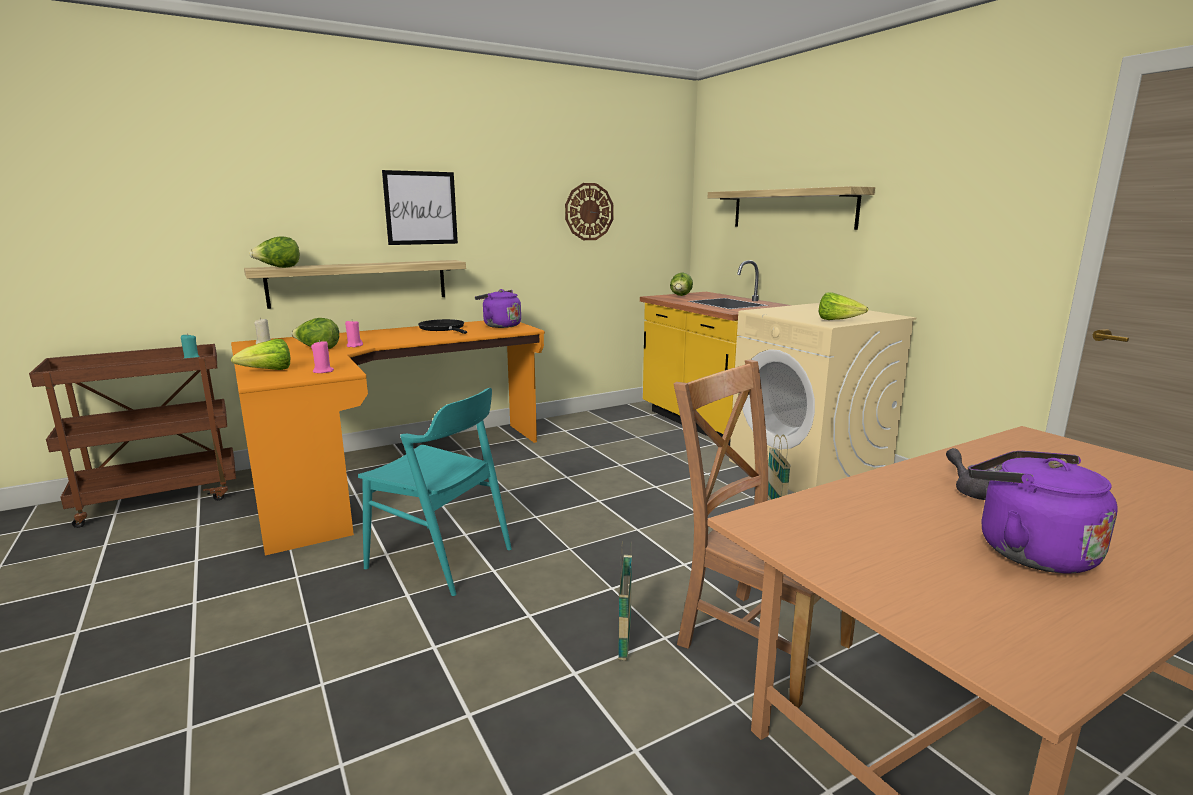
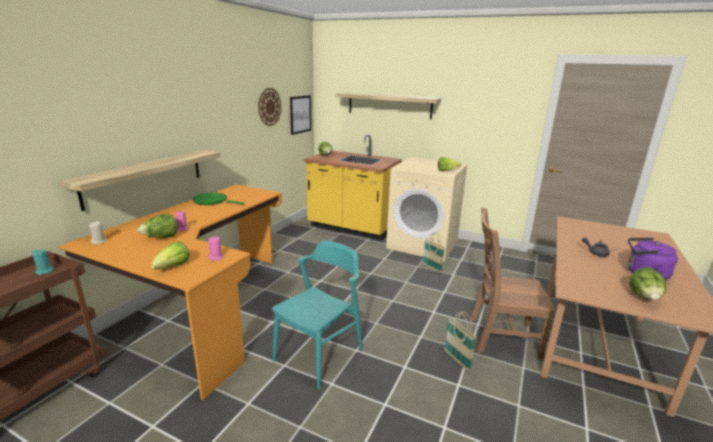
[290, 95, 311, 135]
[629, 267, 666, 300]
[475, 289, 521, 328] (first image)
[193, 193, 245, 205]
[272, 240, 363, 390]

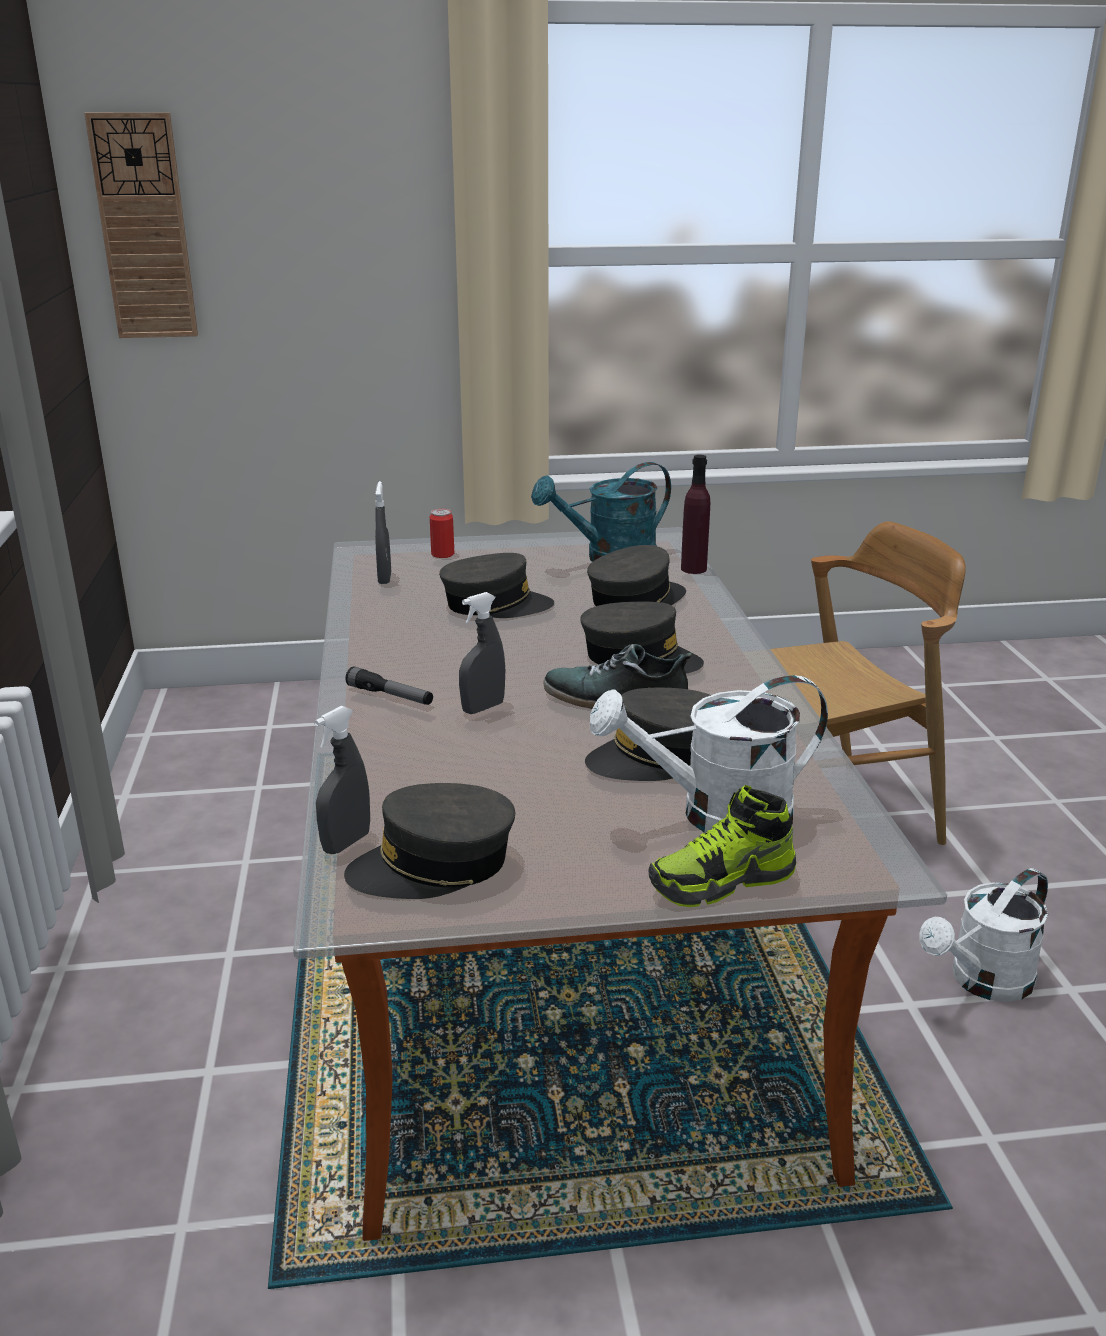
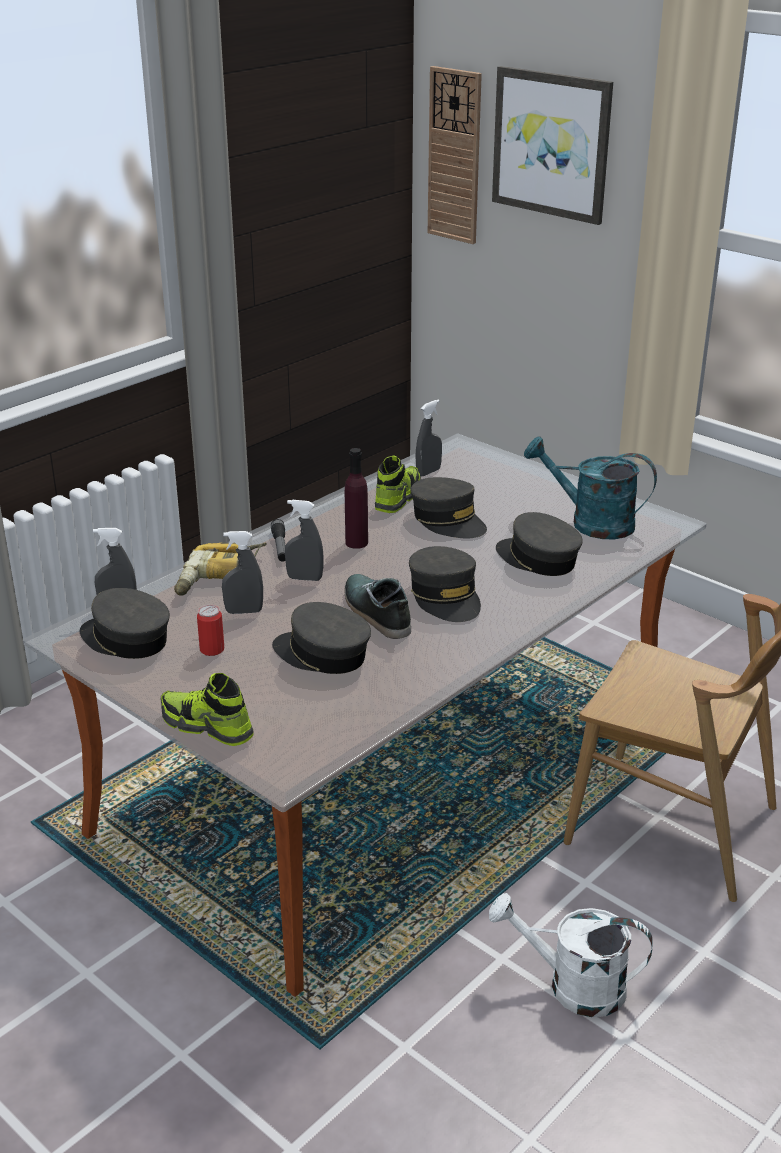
[345, 448, 368, 549]
[197, 605, 224, 656]
[496, 512, 583, 576]
[590, 675, 828, 833] (first image)
[492, 66, 613, 225]
[375, 455, 421, 513]
[222, 531, 263, 614]
[174, 542, 267, 596]

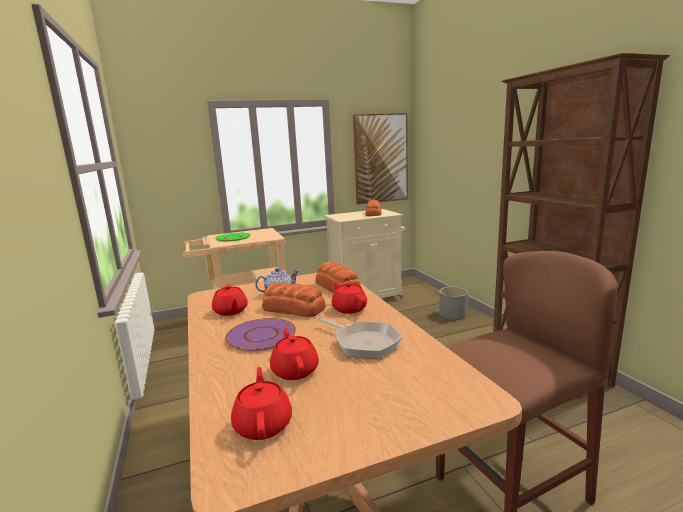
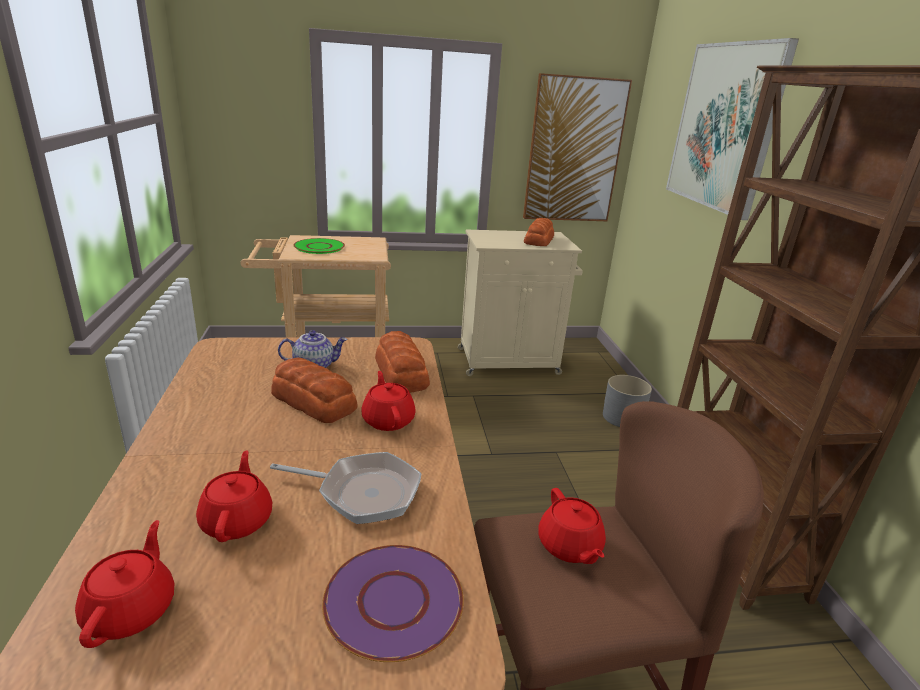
[538, 488, 606, 564]
[270, 452, 421, 524]
[322, 545, 464, 662]
[666, 38, 799, 220]

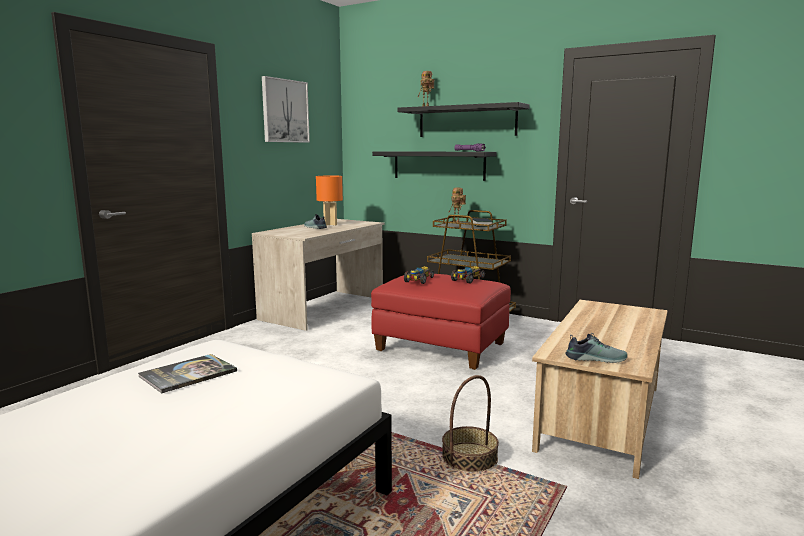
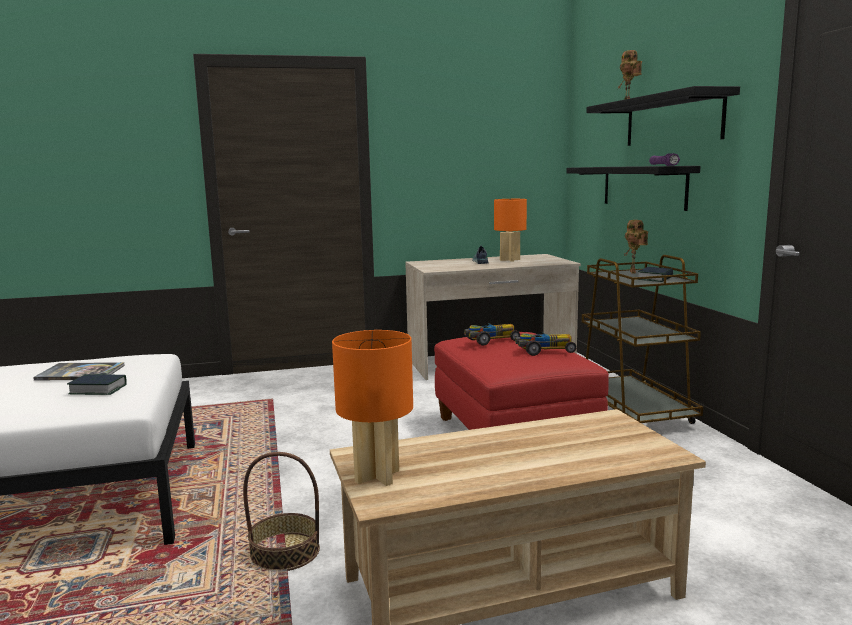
[262, 76, 310, 143] (first image)
[332, 330, 413, 486]
[67, 374, 127, 395]

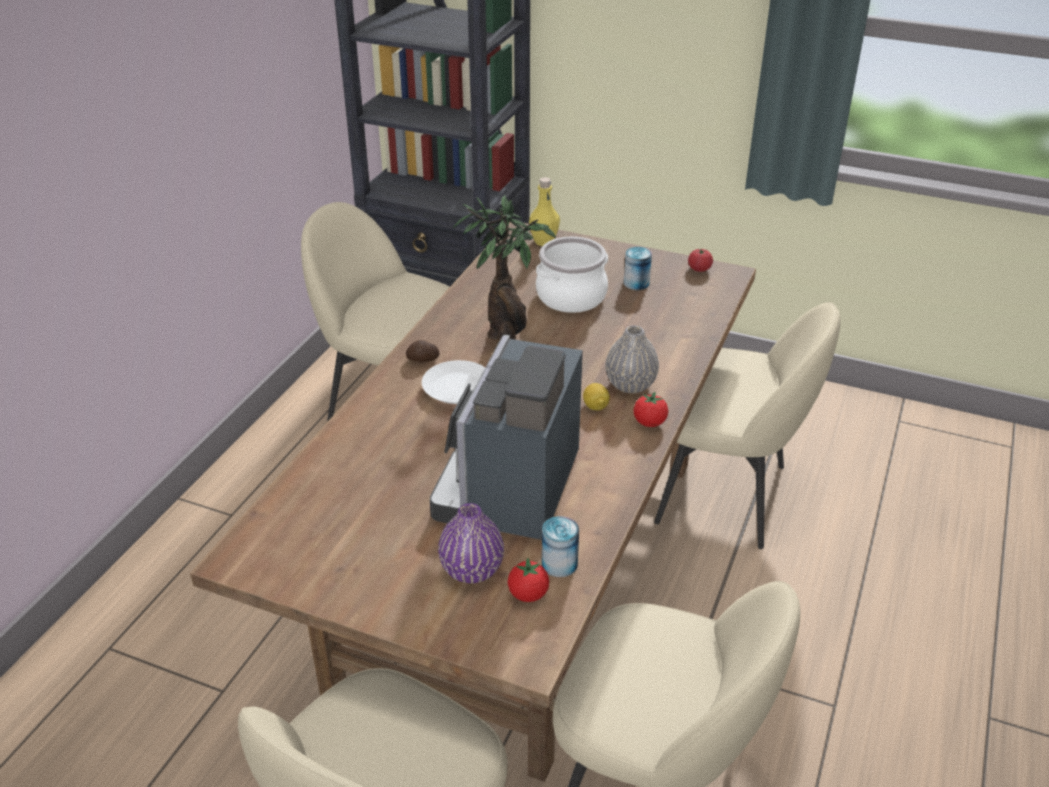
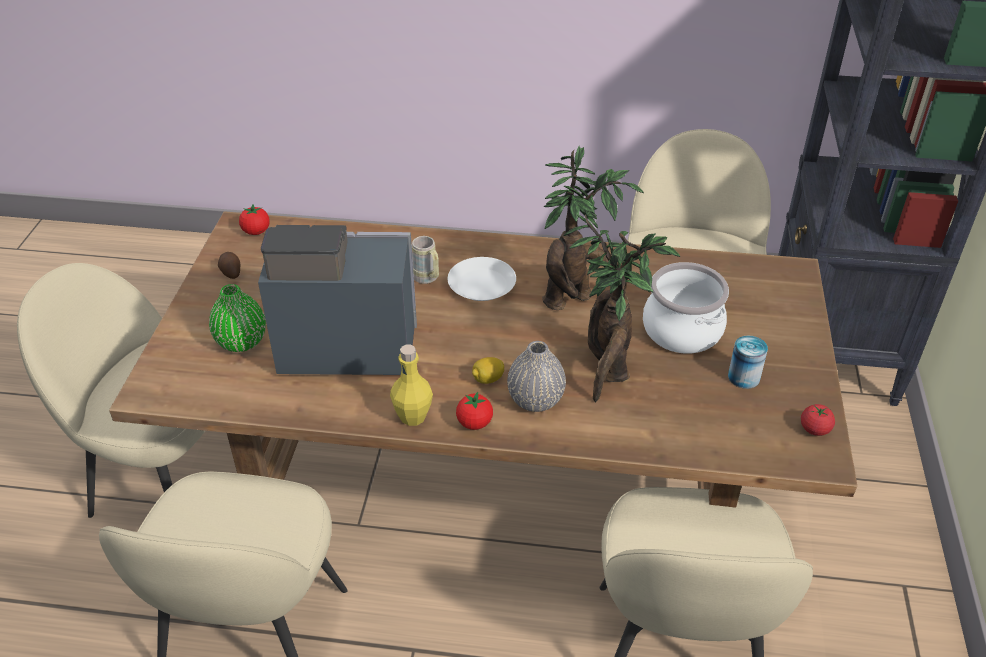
[390, 345, 433, 426]
[218, 252, 240, 279]
[209, 284, 266, 352]
[542, 516, 579, 577] (first image)
[239, 204, 270, 235]
[563, 215, 680, 402]
[412, 236, 439, 284]

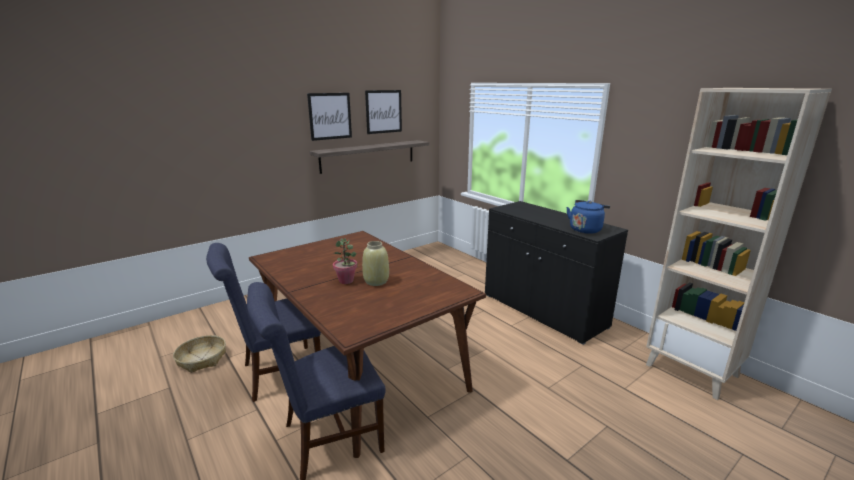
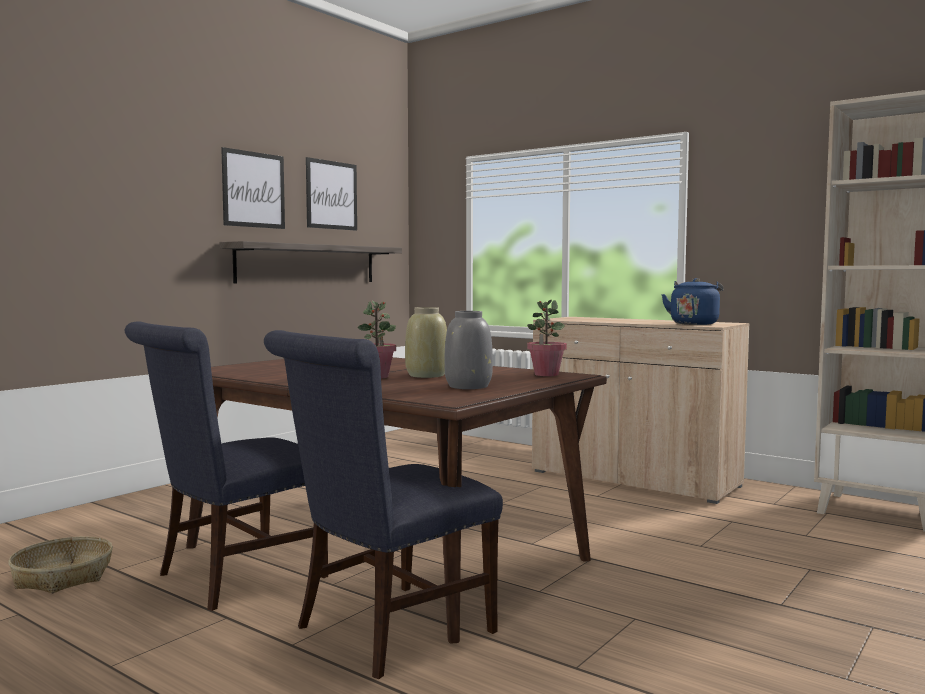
[532, 317, 750, 504]
[527, 300, 567, 376]
[444, 311, 493, 389]

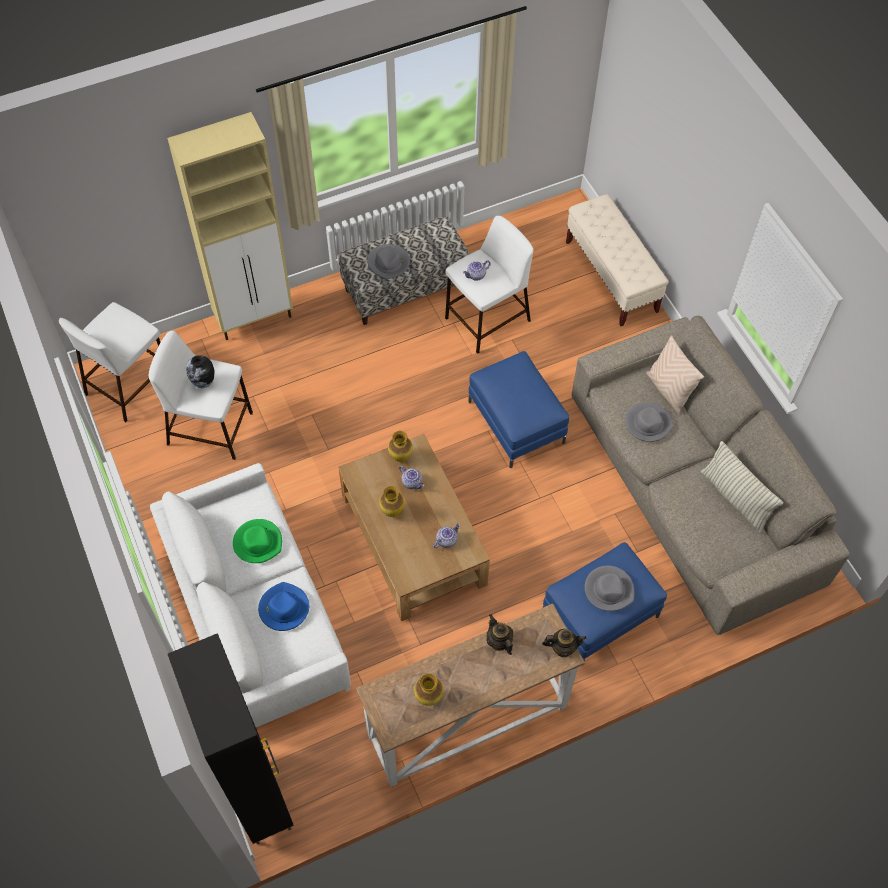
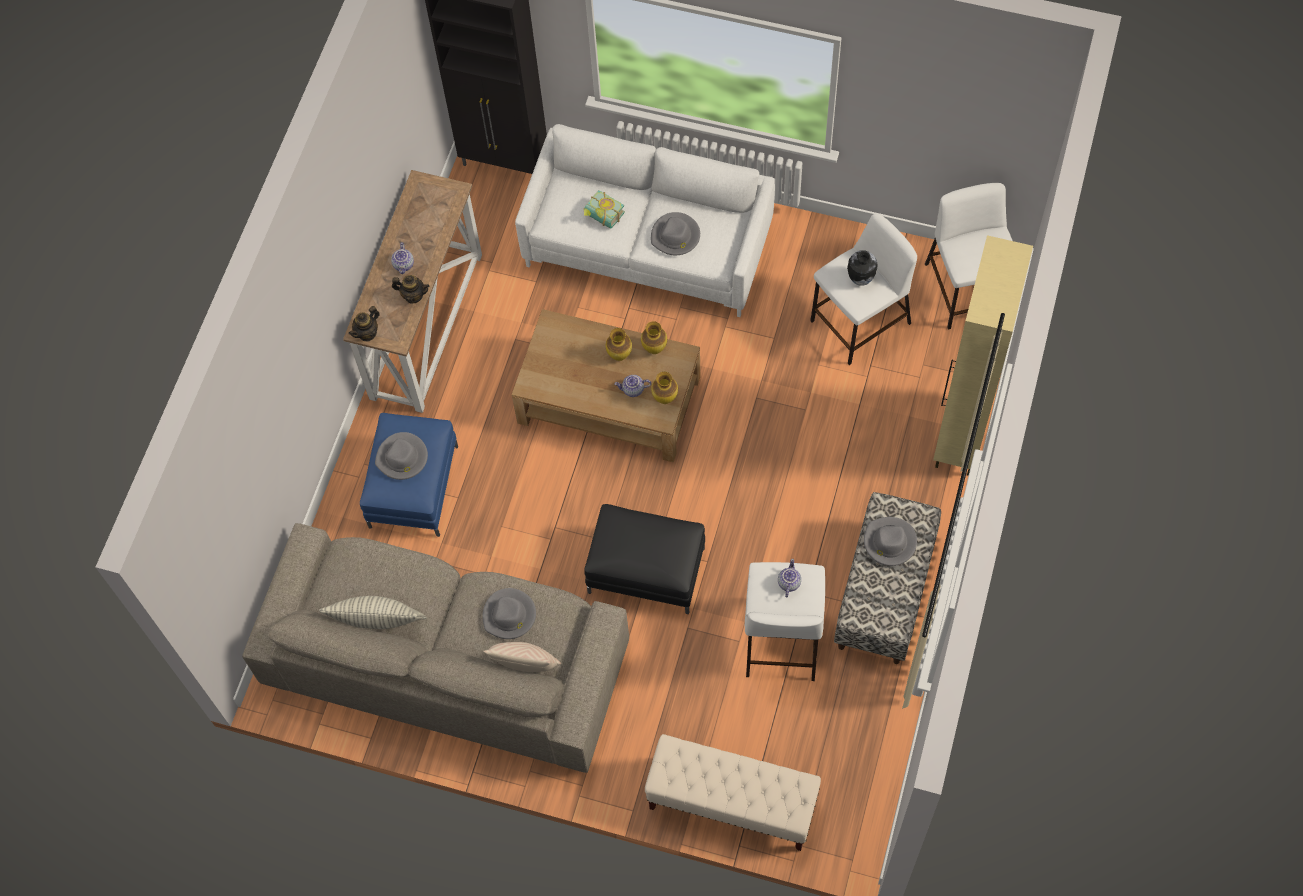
[584, 504, 705, 614]
[651, 212, 700, 255]
[391, 242, 414, 274]
[584, 190, 625, 229]
[641, 321, 667, 354]

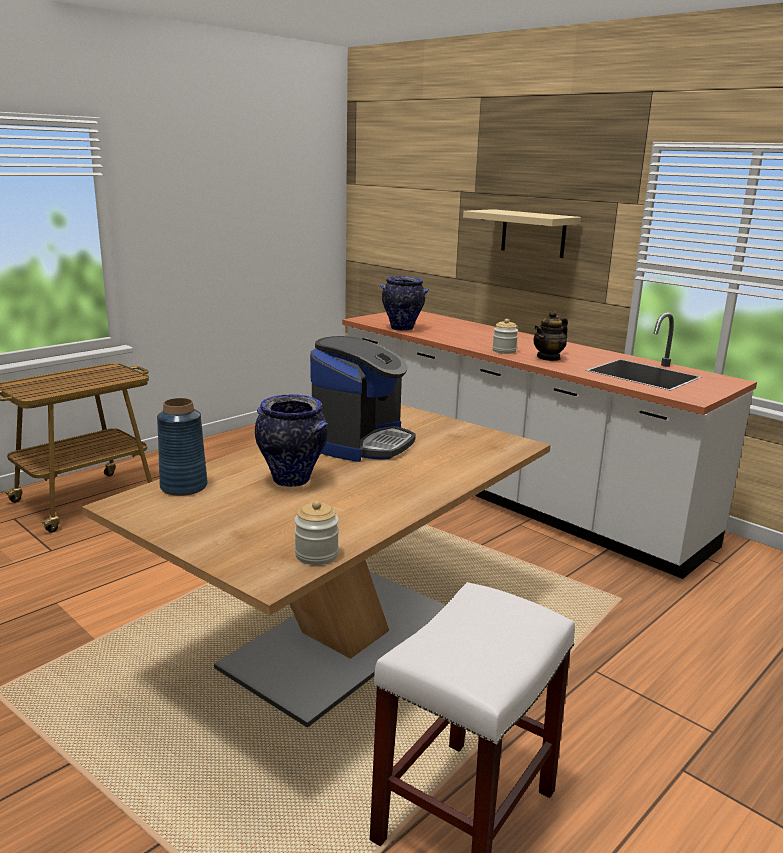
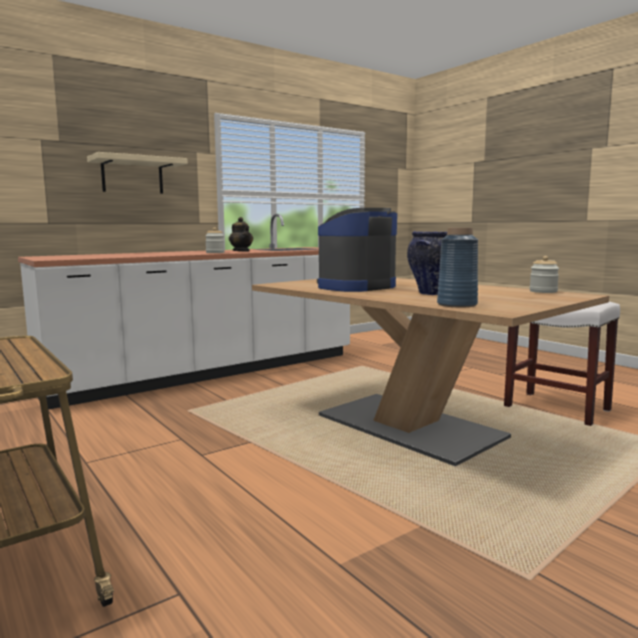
[380, 276, 429, 331] (first image)
[317, 208, 397, 292]

